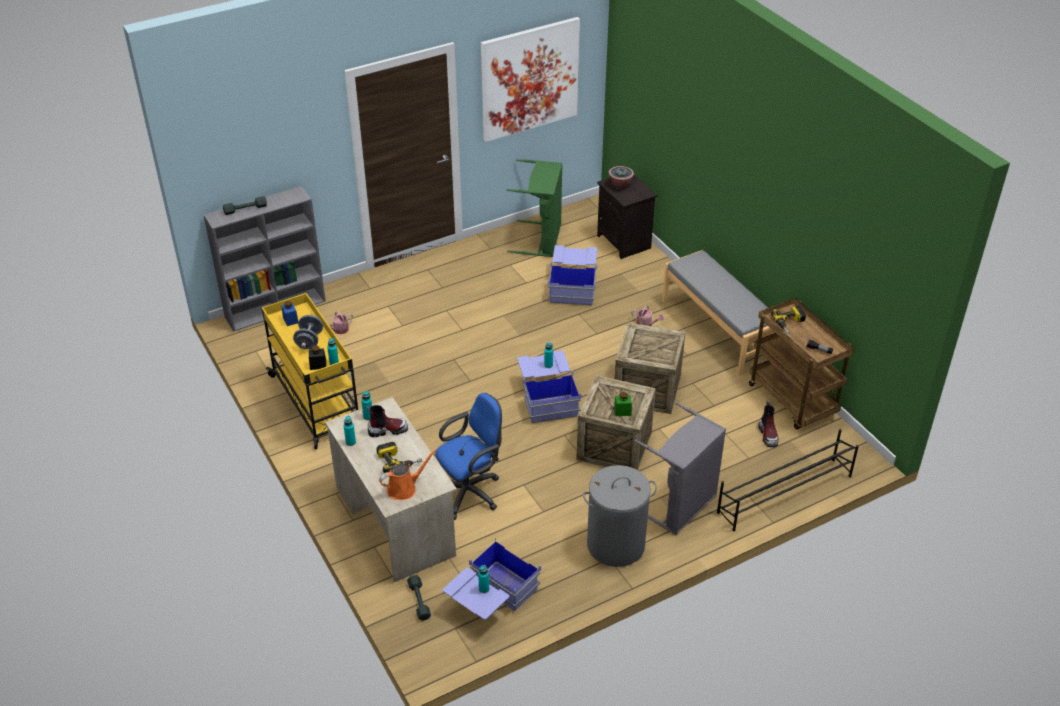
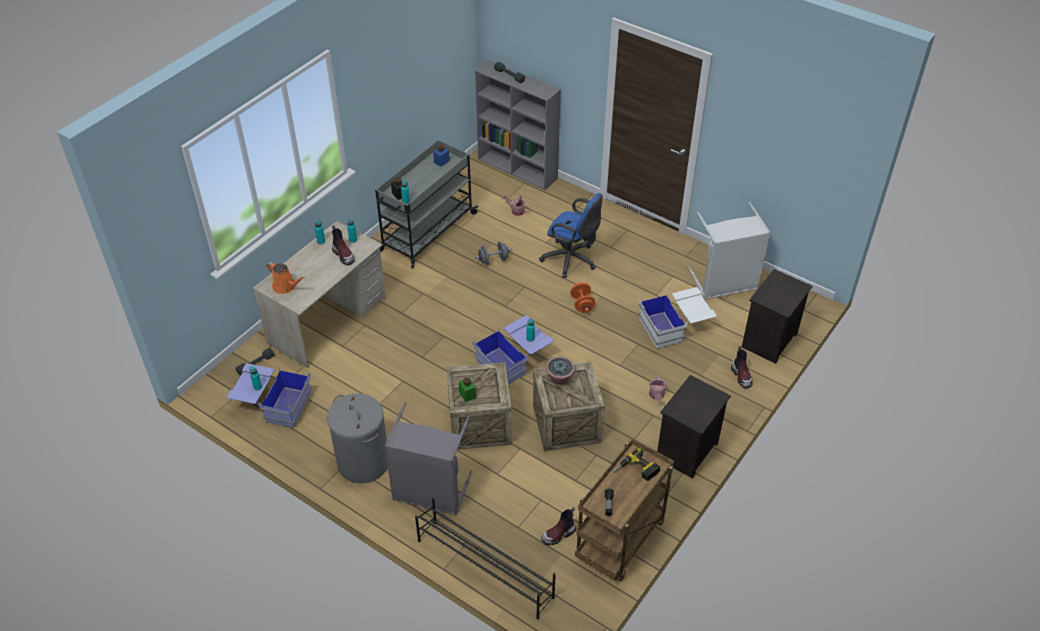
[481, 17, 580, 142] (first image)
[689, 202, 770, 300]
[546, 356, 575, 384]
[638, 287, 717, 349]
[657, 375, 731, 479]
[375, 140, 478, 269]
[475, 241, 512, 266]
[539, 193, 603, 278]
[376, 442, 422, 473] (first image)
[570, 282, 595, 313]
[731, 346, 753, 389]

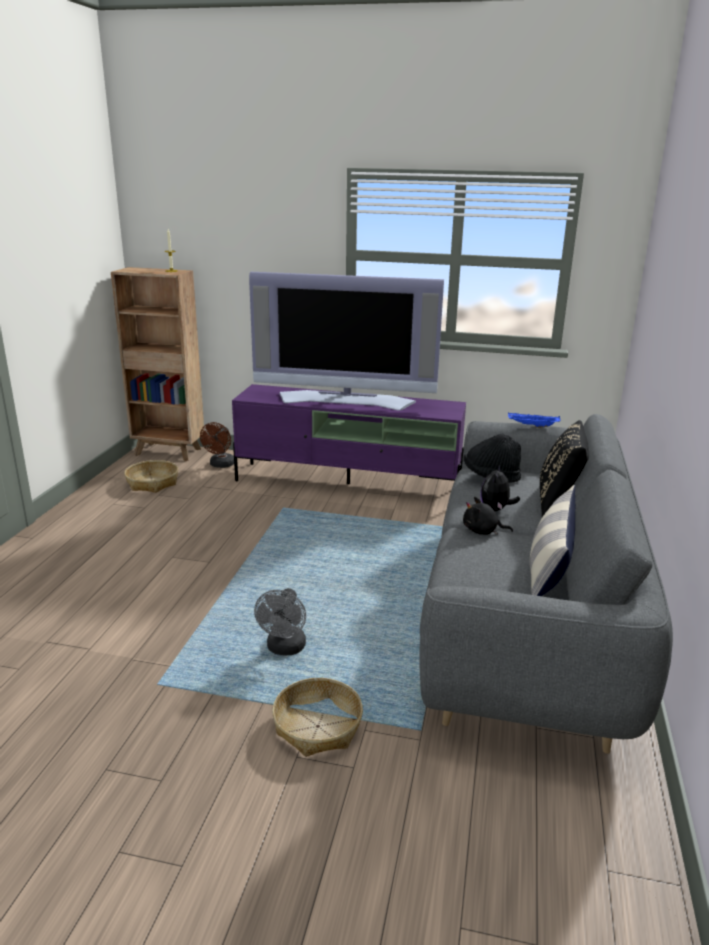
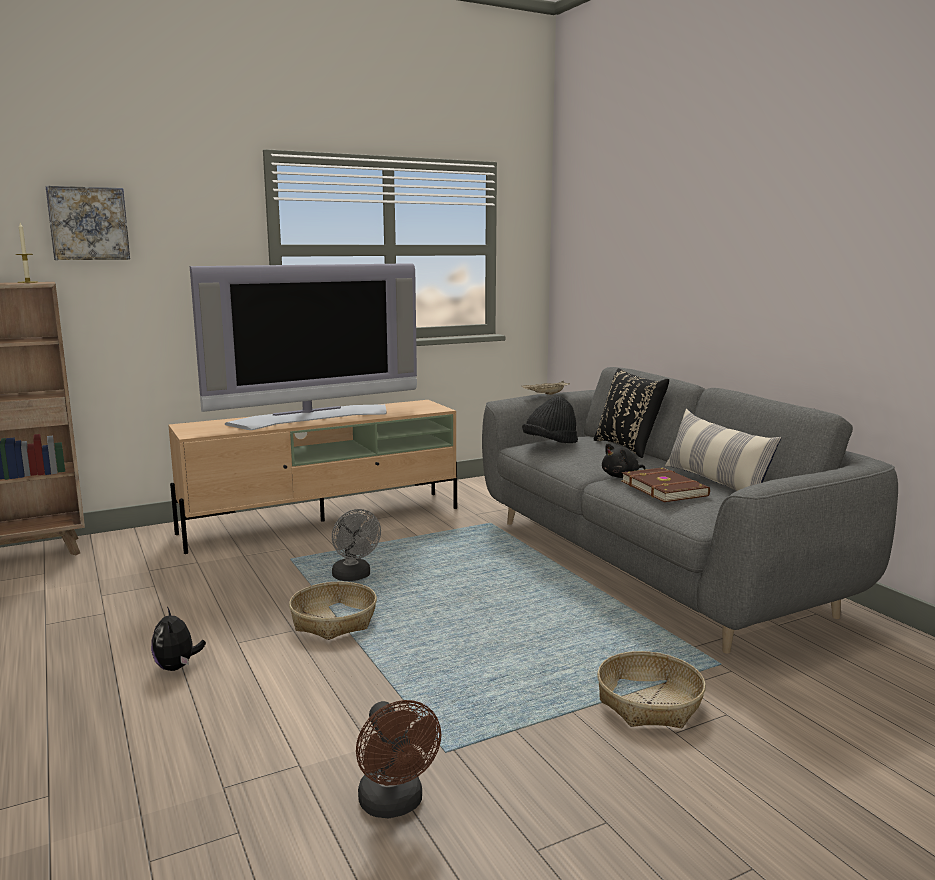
[168, 400, 457, 554]
[521, 381, 570, 395]
[356, 700, 441, 818]
[289, 582, 377, 640]
[151, 607, 206, 671]
[332, 509, 381, 581]
[45, 186, 130, 260]
[622, 468, 710, 502]

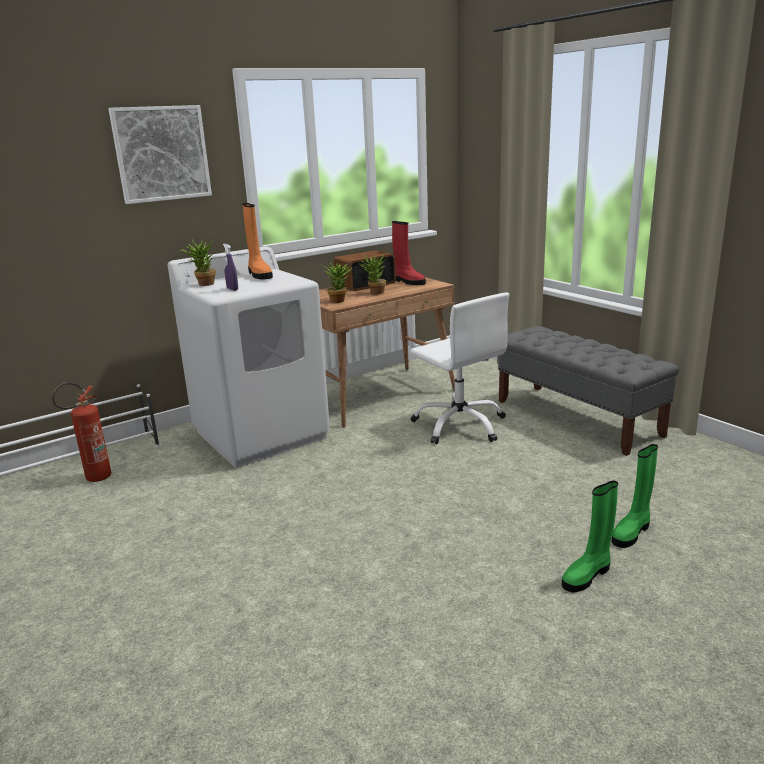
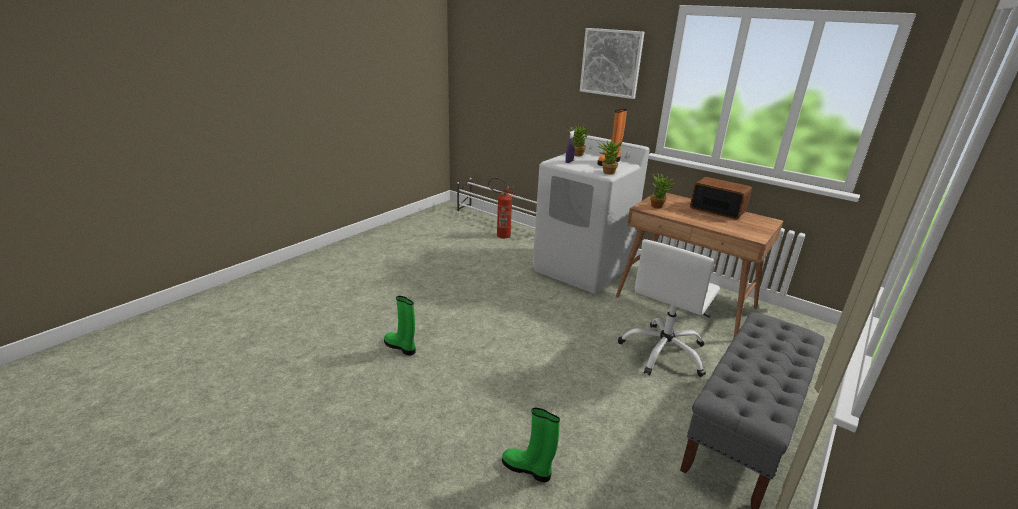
[392, 221, 426, 285] (first image)
[597, 139, 622, 175]
[384, 296, 416, 356]

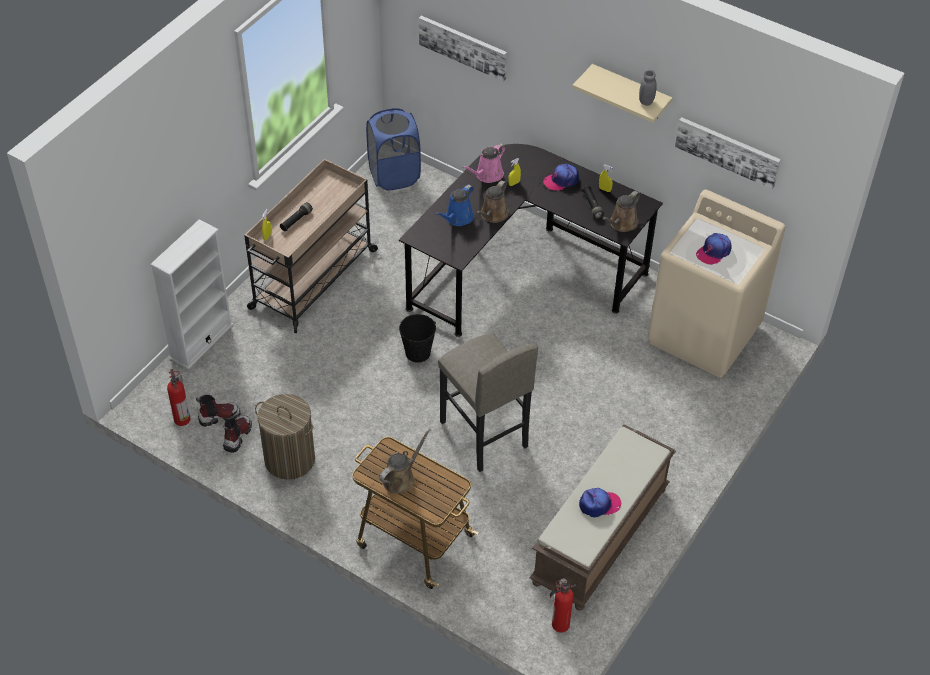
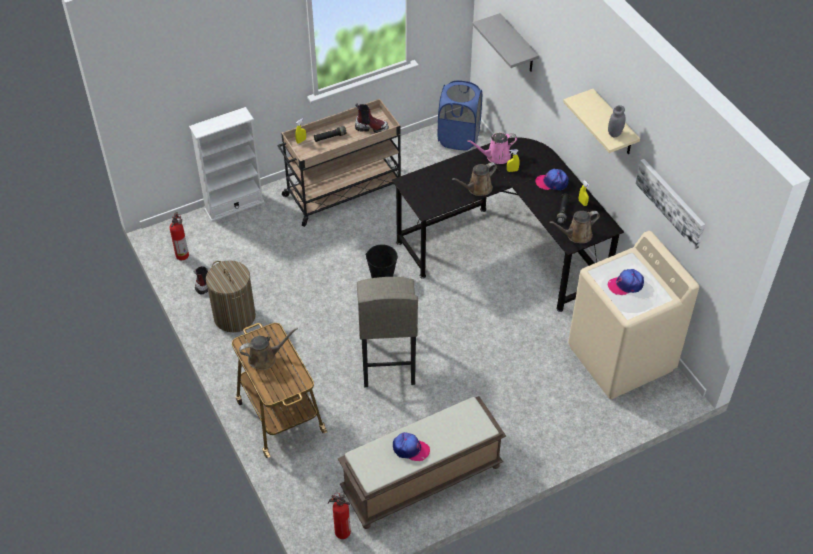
[473, 13, 539, 72]
[435, 184, 474, 226] (first image)
[355, 103, 389, 133]

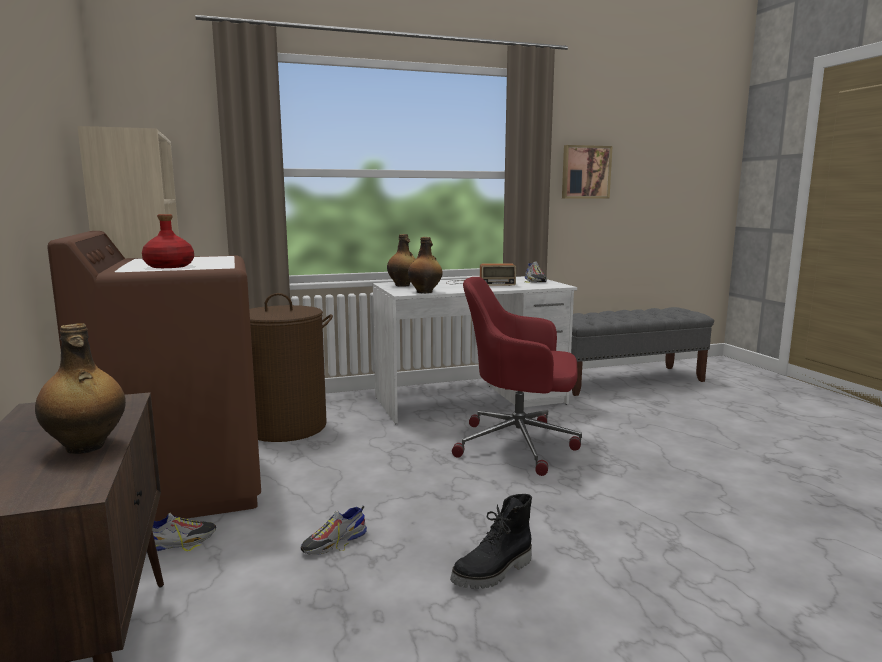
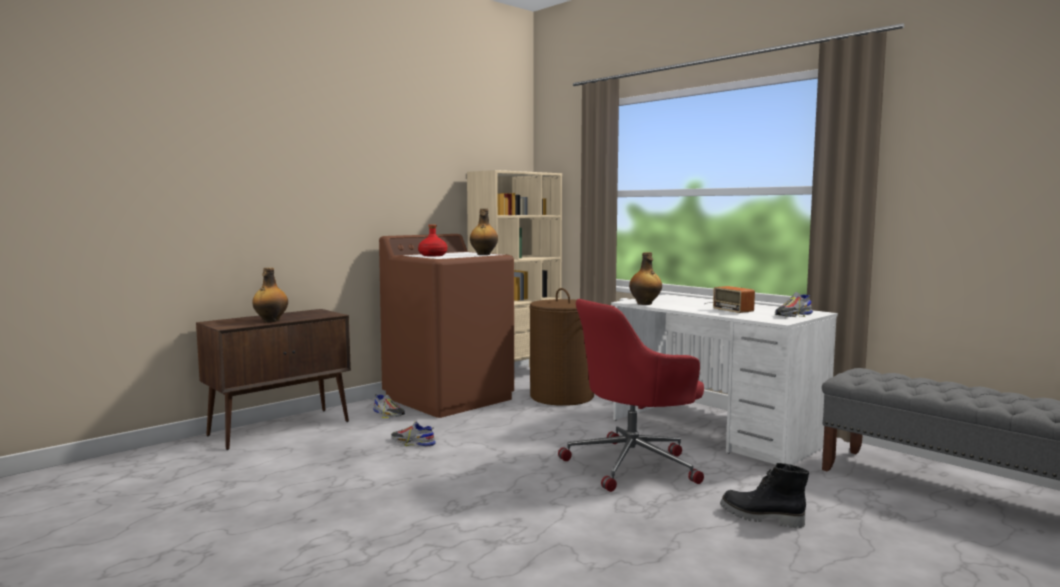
[562, 145, 612, 198] (first image)
[470, 209, 498, 255]
[558, 299, 704, 492]
[720, 463, 809, 528]

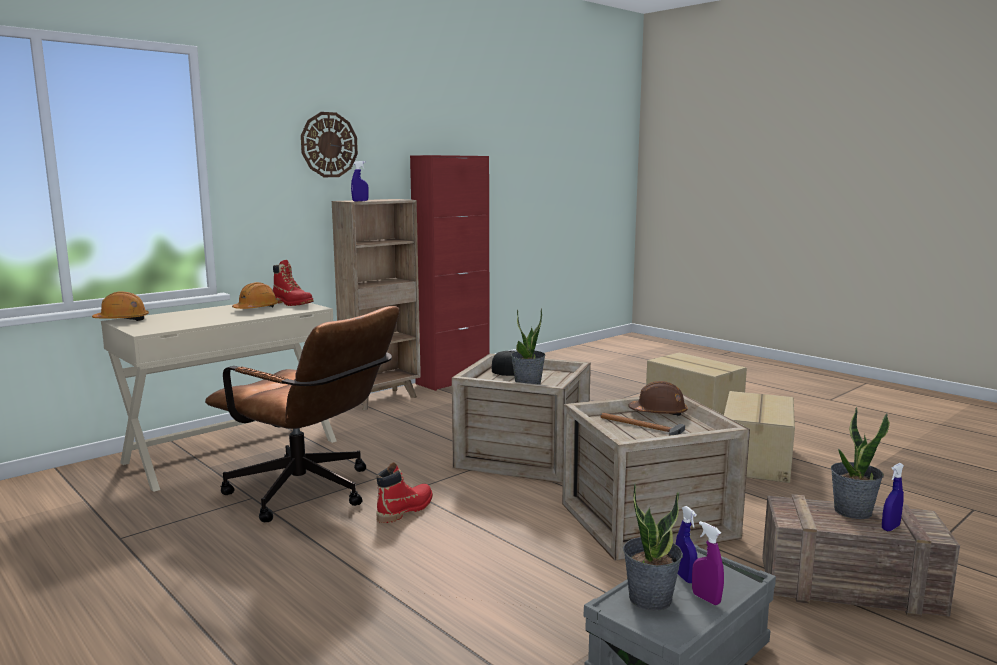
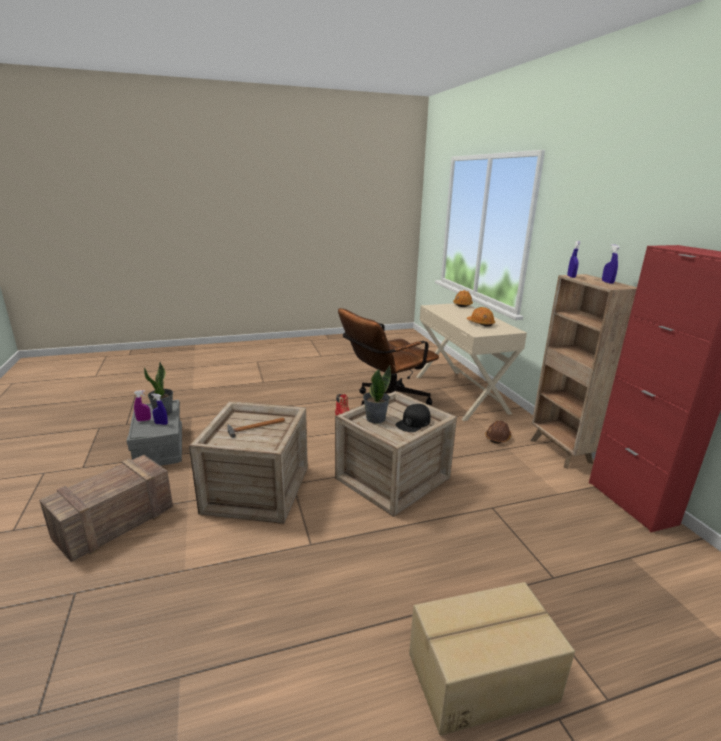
[301, 112, 358, 177] (first image)
[273, 260, 314, 306] (first image)
[485, 421, 511, 444]
[724, 391, 795, 483] (first image)
[831, 407, 890, 519] (first image)
[602, 244, 620, 284]

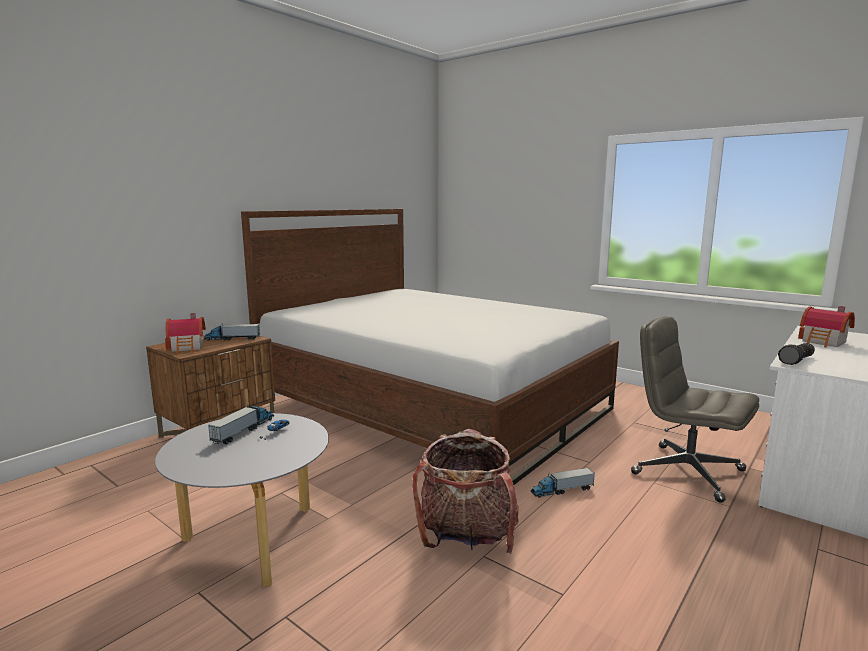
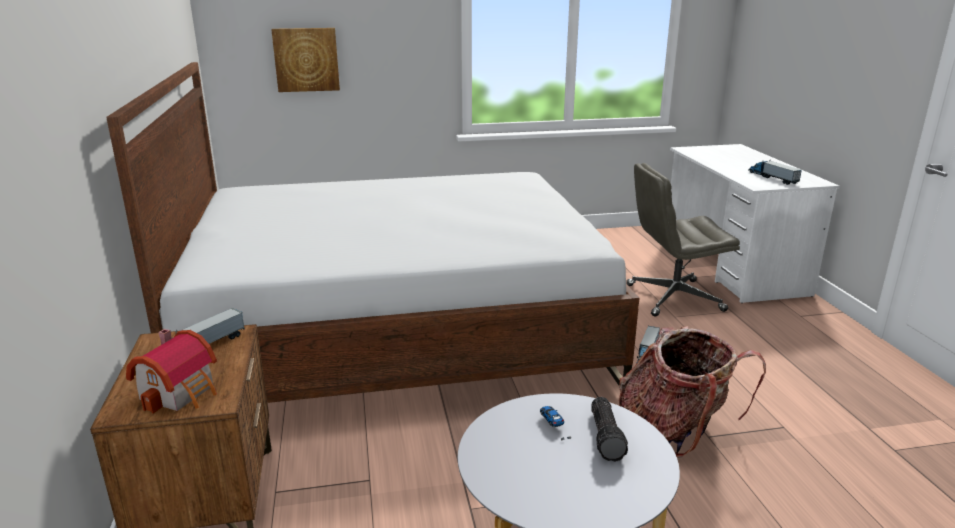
[798, 306, 855, 347] (first image)
[591, 397, 628, 462]
[748, 159, 802, 185]
[271, 28, 340, 92]

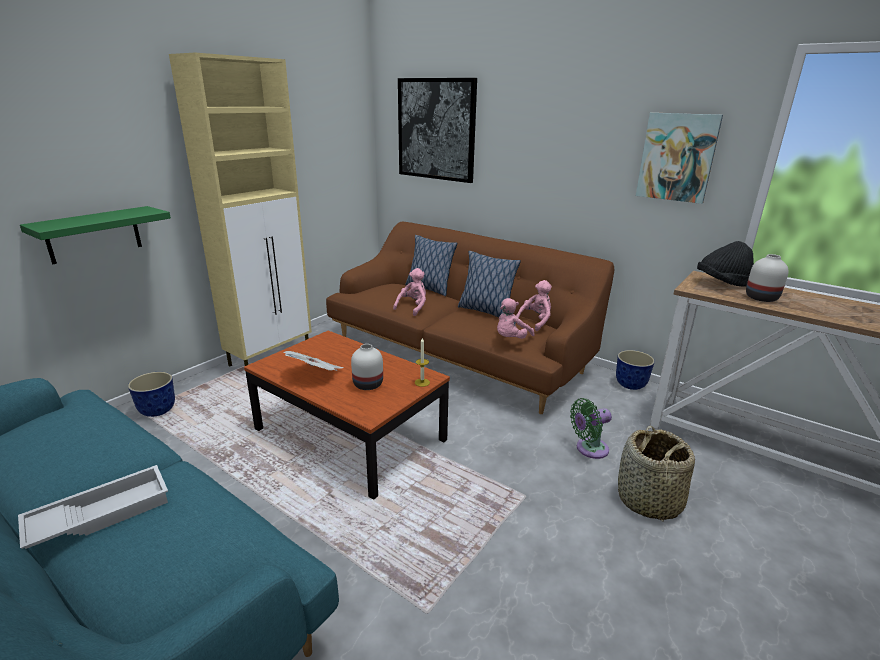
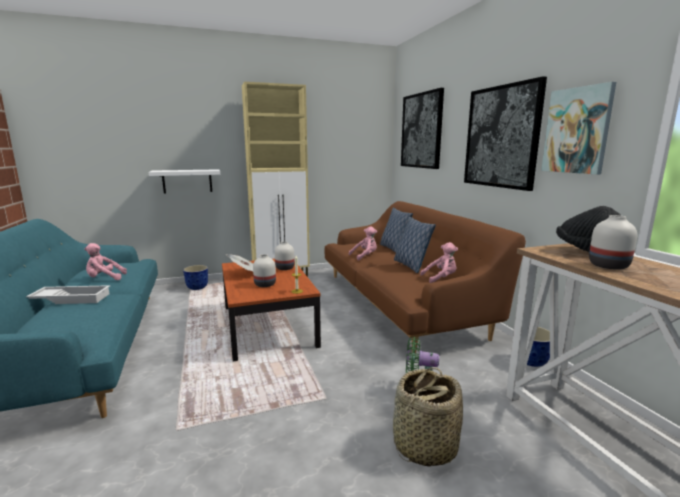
[149, 169, 220, 194]
[84, 243, 127, 280]
[464, 76, 547, 191]
[275, 241, 295, 270]

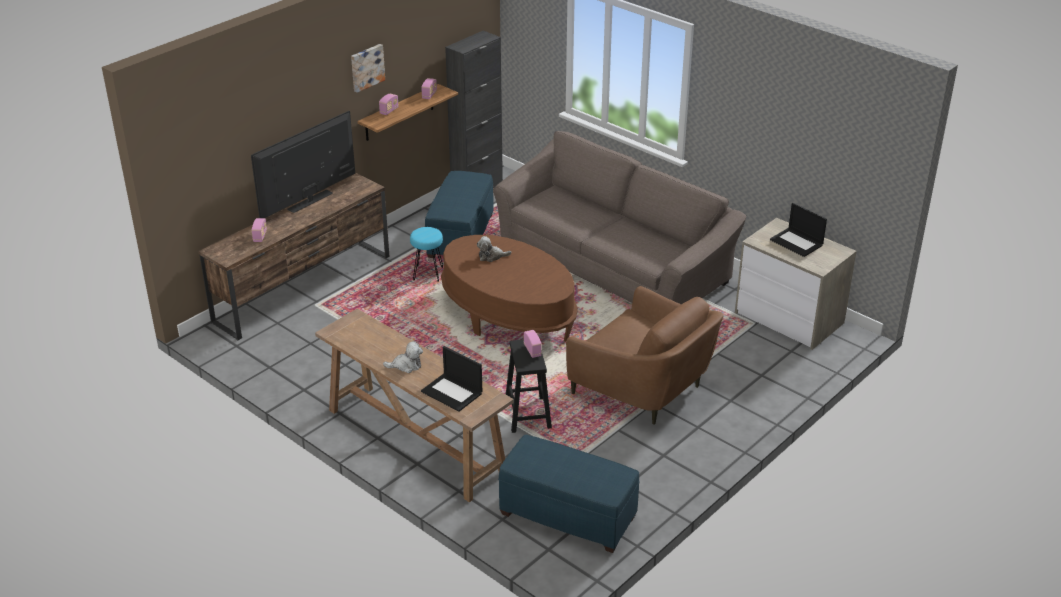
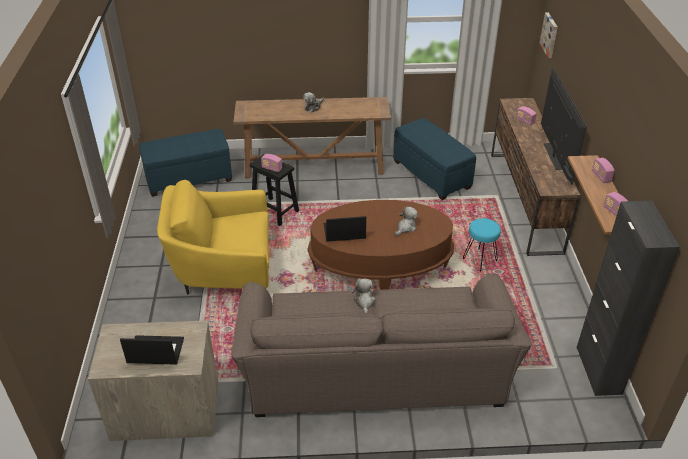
[540, 13, 558, 58]
[393, 118, 476, 200]
[157, 180, 269, 295]
[324, 216, 366, 242]
[352, 279, 375, 314]

